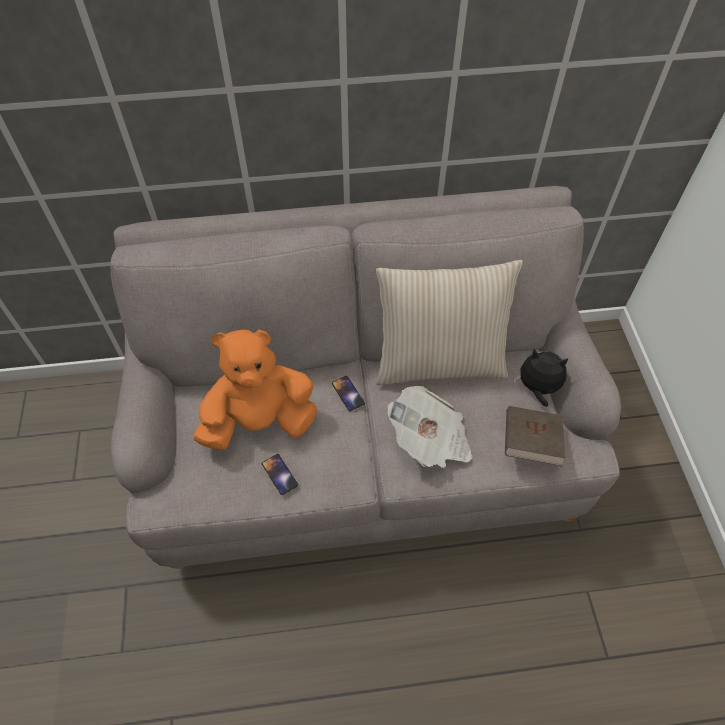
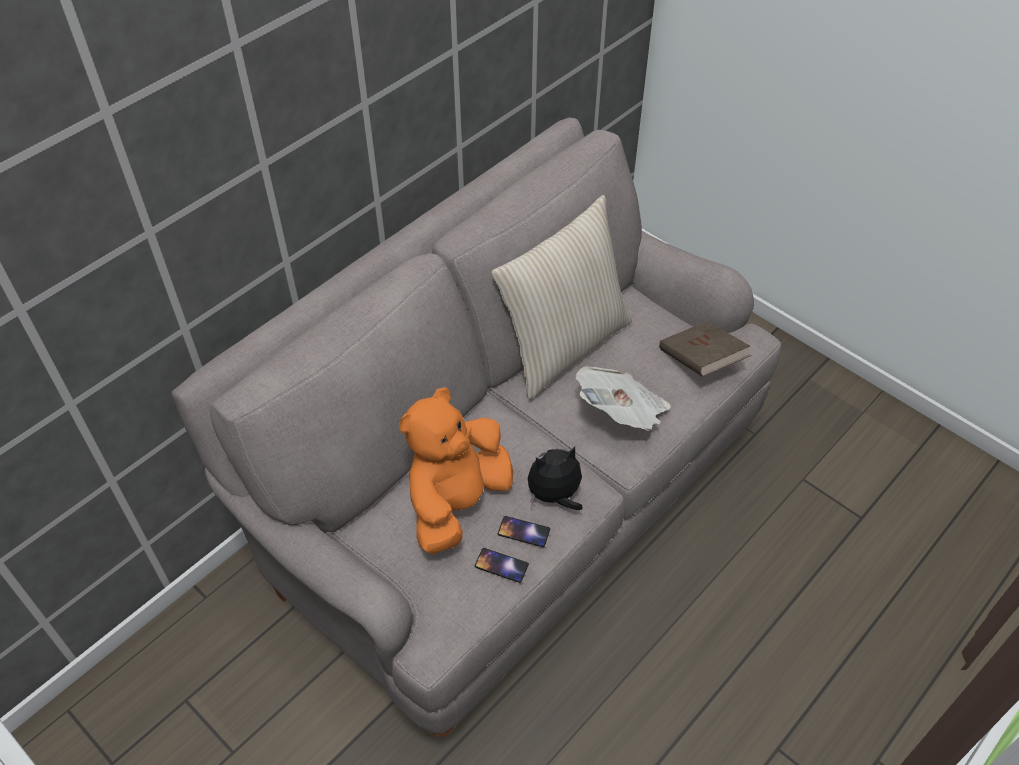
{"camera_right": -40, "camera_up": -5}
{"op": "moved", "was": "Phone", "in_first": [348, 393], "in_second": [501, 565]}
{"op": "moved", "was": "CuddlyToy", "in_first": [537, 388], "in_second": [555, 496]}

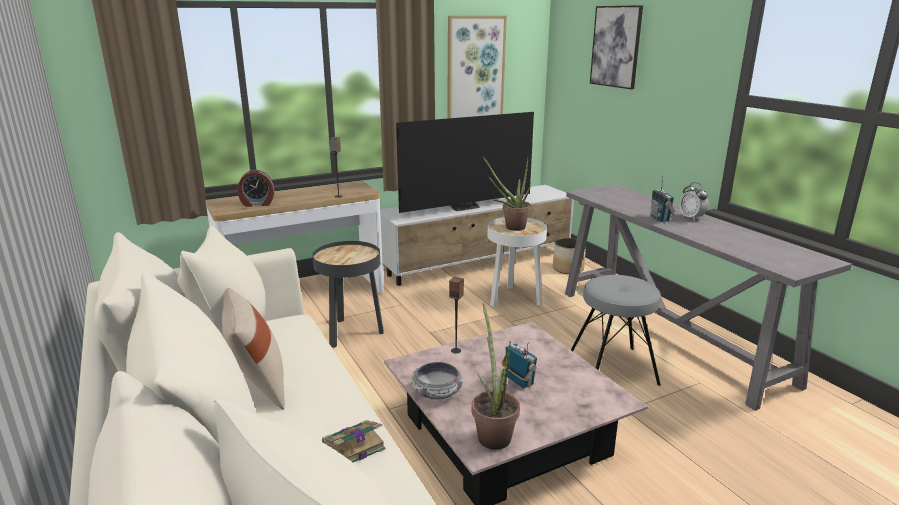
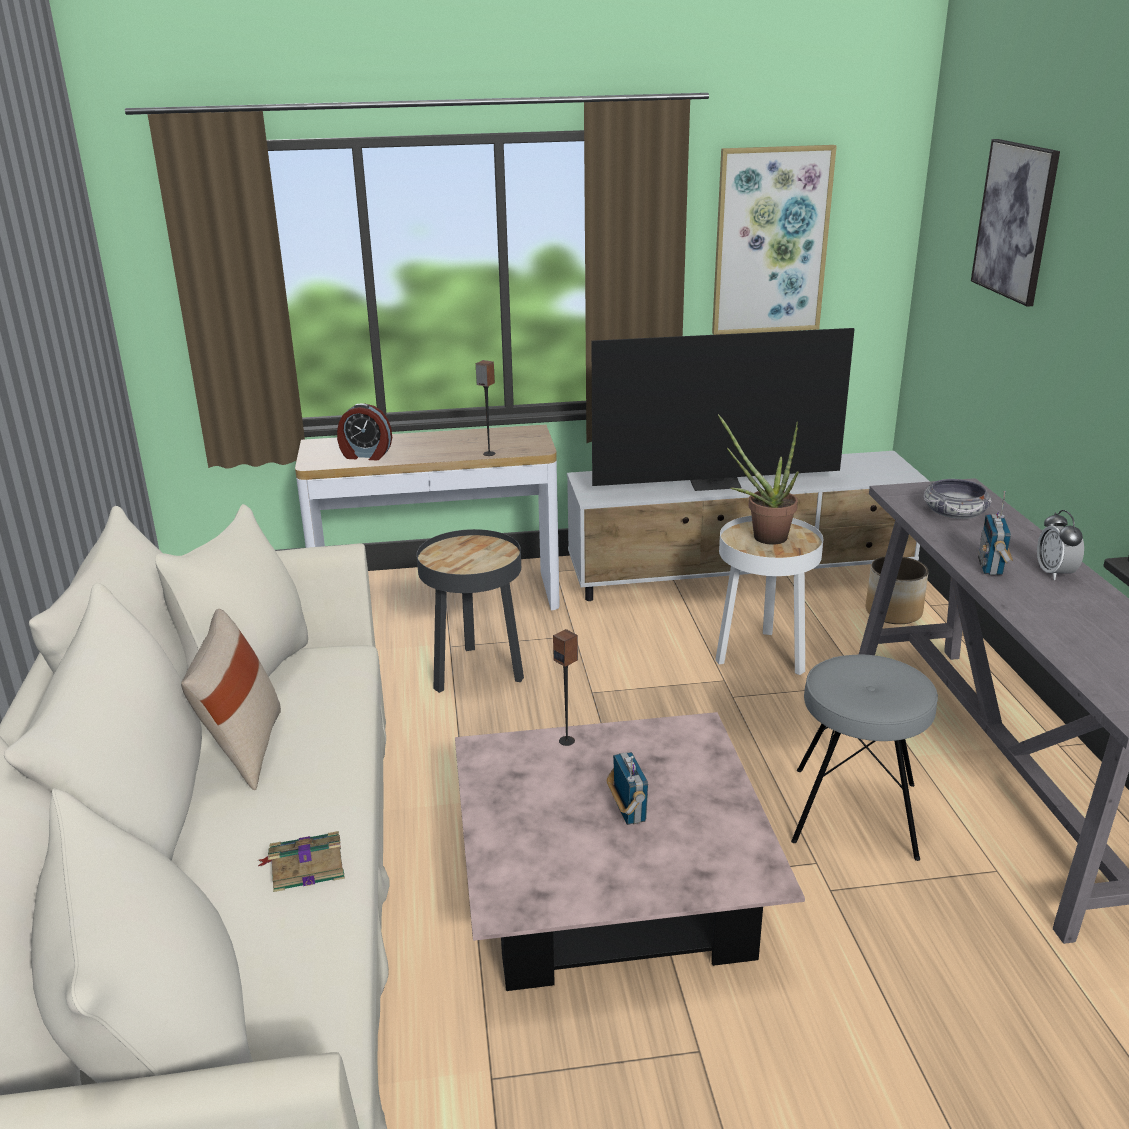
{"camera_right": 20, "camera_up": 5}
{"op": "moved", "was": "ServingBowl", "in_first": [437, 391], "in_second": [954, 513]}
{"op": "removed", "was": "Houseplant", "in_first": [492, 433]}

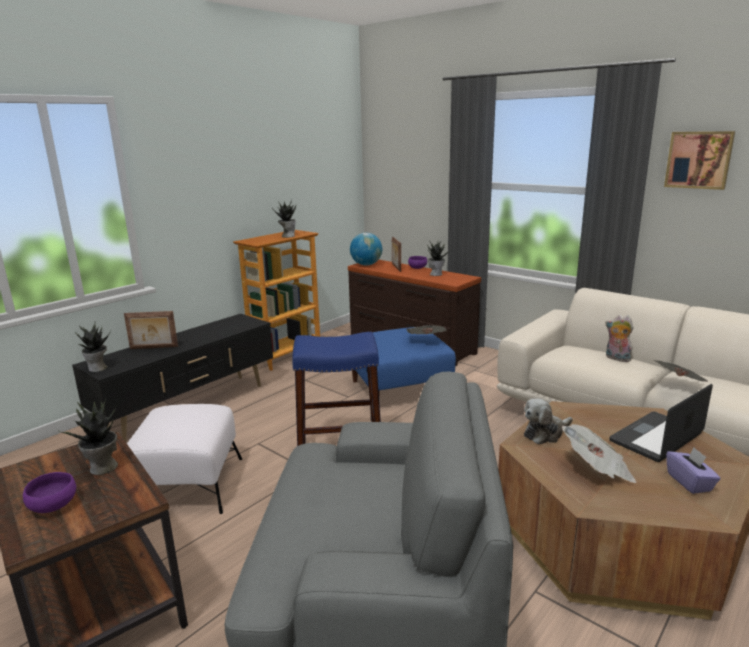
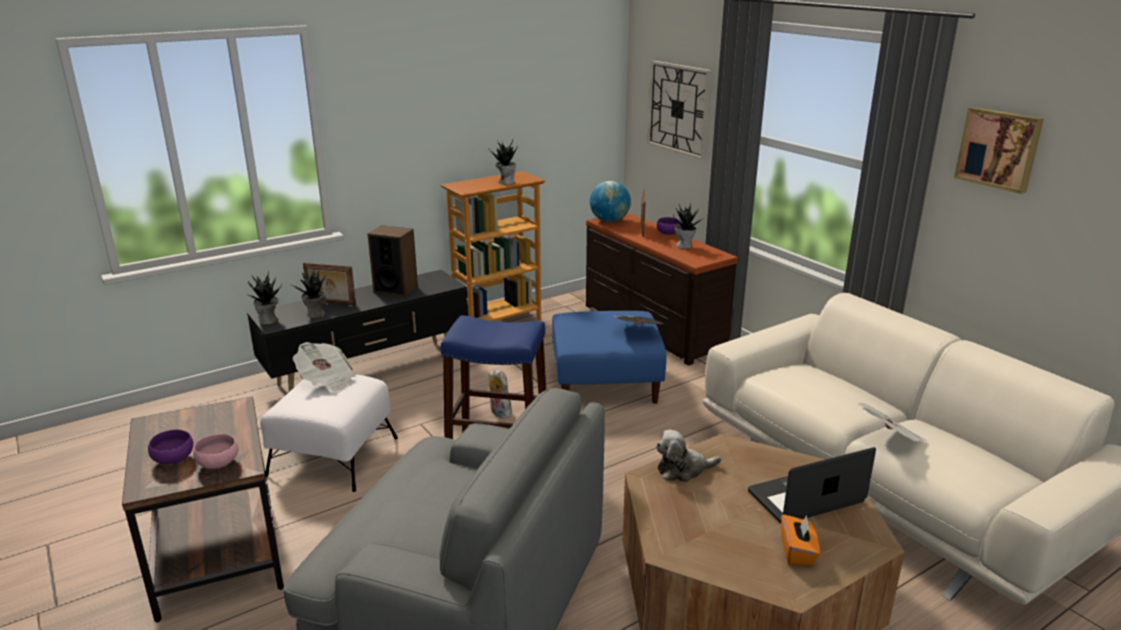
{"camera_right": 15, "camera_up": 5}
{"op": "added", "now": "PinkServingBowl", "in_second": [219, 463]}
{"op": "moved", "was": "Houseplant", "in_first": [103, 468], "in_second": [315, 314]}
{"op": "moved", "was": "Newspaper", "in_first": [597, 469], "in_second": [326, 381]}
{"op": "added", "now": "Loudspeaker", "in_second": [395, 289]}
{"op": "moved", "was": "CuddlyToy", "in_first": [616, 359], "in_second": [498, 413]}
{"op": "added", "now": "WallClock", "in_second": [678, 109]}
{"op": "recoloured", "was": "PurplishTissueBox", "now": "OrangeColouredTissueBox", "in_first": [689, 482], "in_second": [797, 552]}

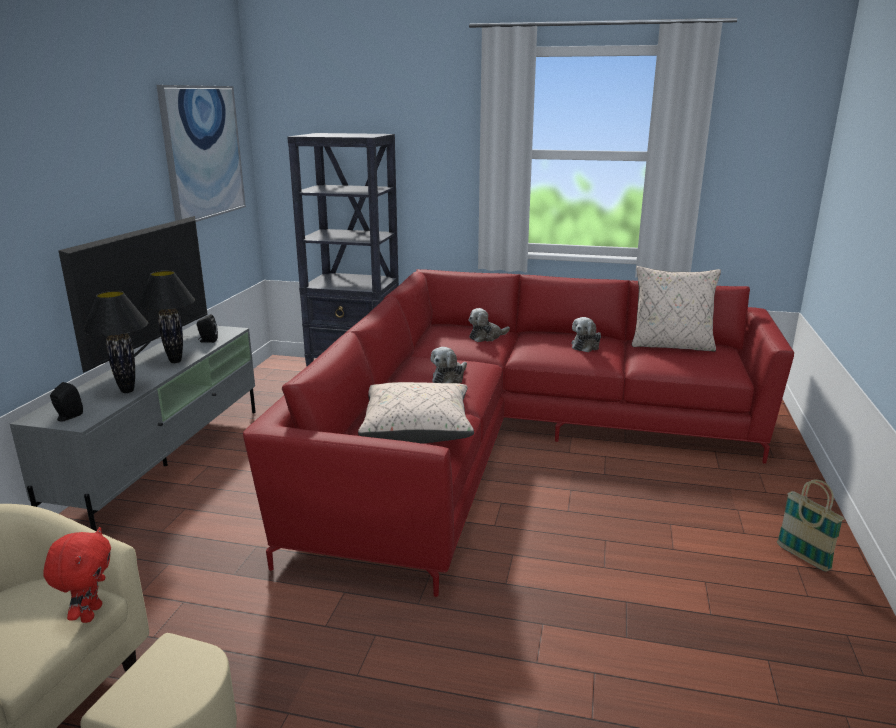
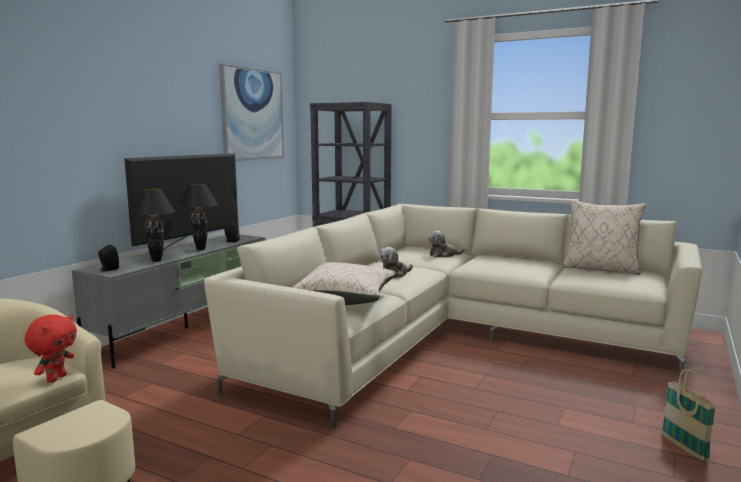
{"camera_right": 15, "camera_up": -10}
{"op": "recoloured", "was": "RedColouredSofa", "now": "SandColouredSofa", "in_first": [508, 441], "in_second": [450, 338]}
{"op": "removed", "was": "CuddlyToy", "in_first": [586, 346]}

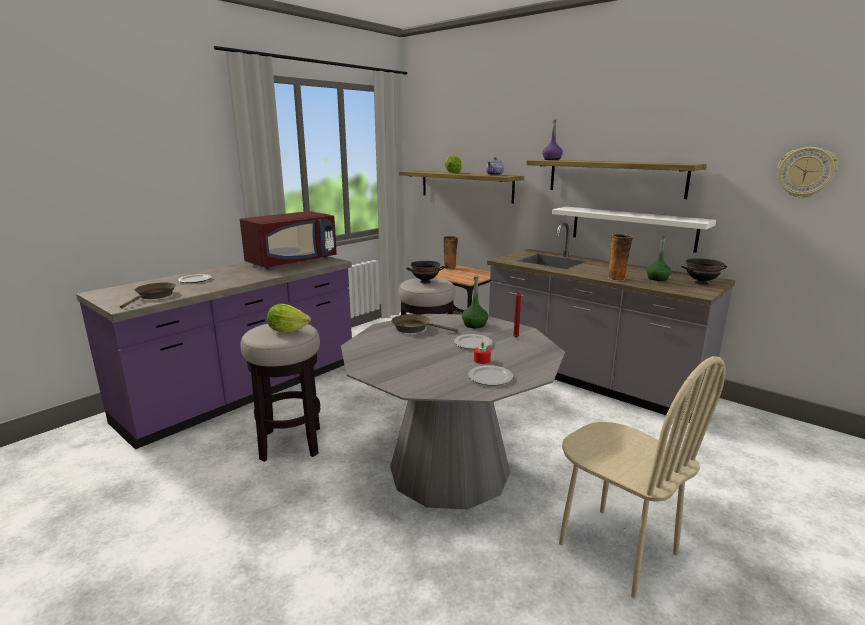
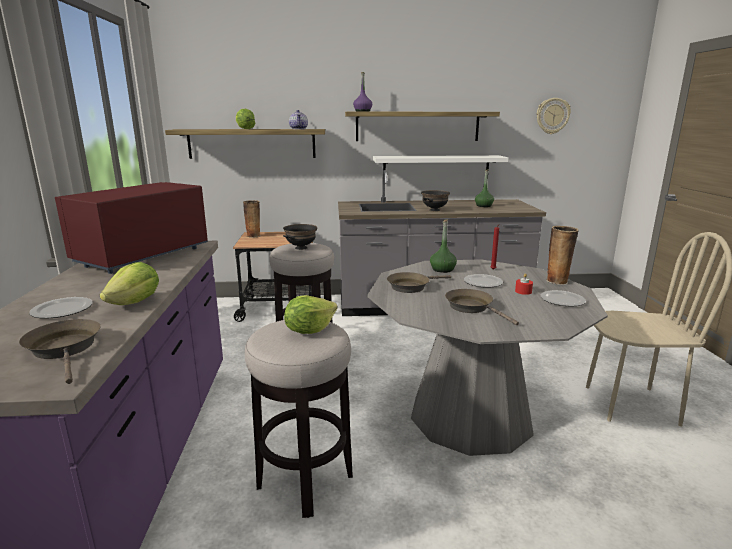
{"camera_right": -45, "camera_up": 0}
{"op": "turned", "was": "RedColouredMicrowave", "in_first": [292, 262], "in_second": [142, 256], "clockwise": -150}
{"op": "added", "now": "HeadOfLettuce", "in_second": [135, 302]}
{"op": "moved", "was": "BlackColouredServingBowl", "in_first": [701, 283], "in_second": [434, 210]}
{"op": "added", "now": "BrownishPan", "in_second": [472, 307]}
{"op": "moved", "was": "DecorativeVase", "in_first": [617, 278], "in_second": [558, 281]}

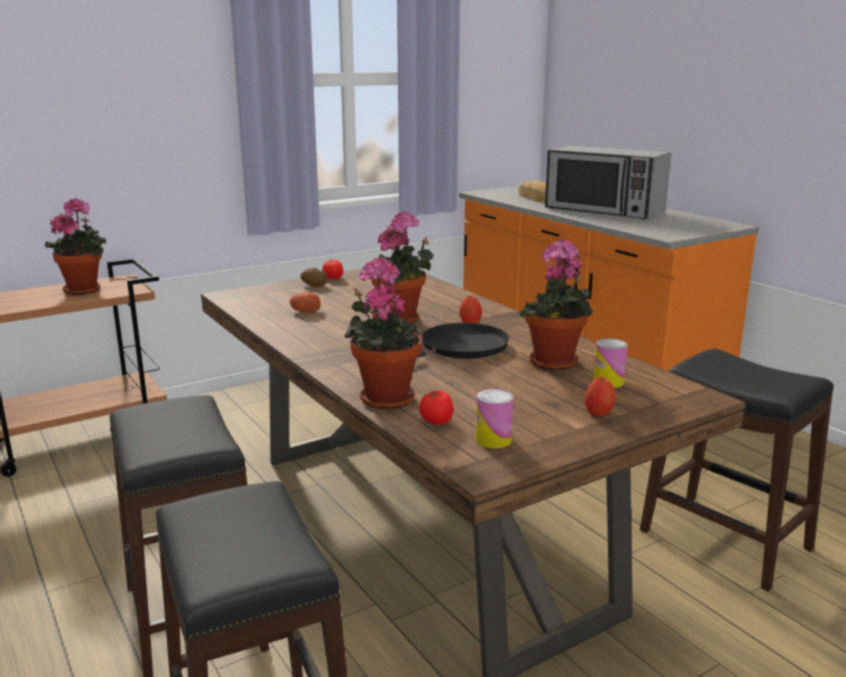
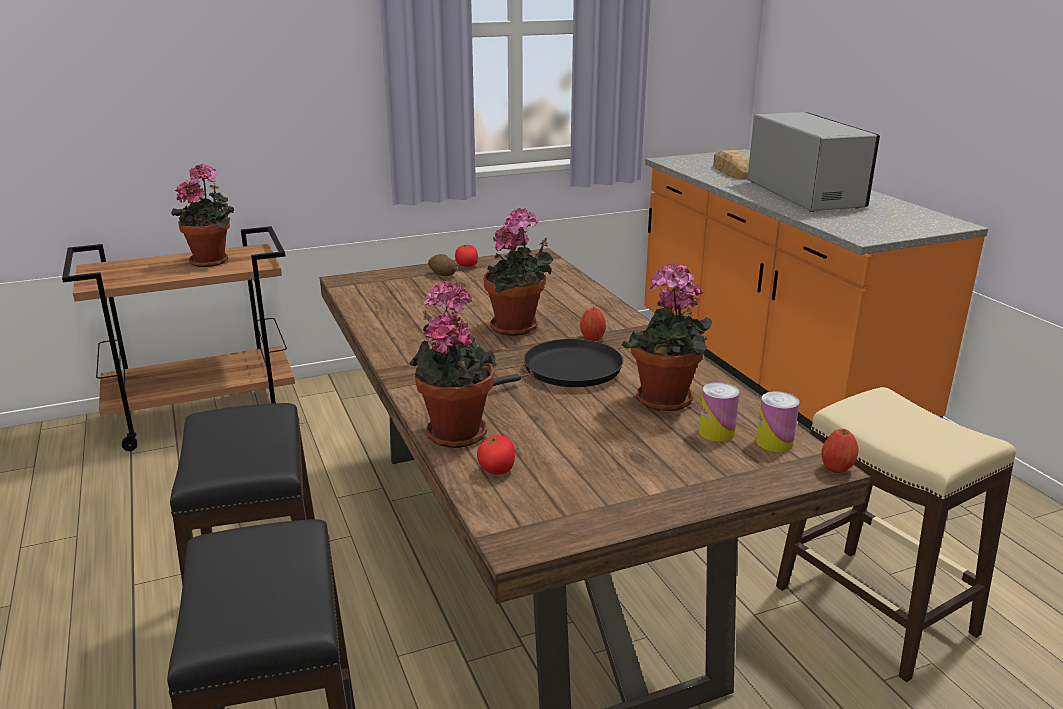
{"camera_right": 10, "camera_up": 5}
{"op": "turned", "was": "Microwave", "in_first": [604, 210], "in_second": [804, 194], "clockwise": -150}
{"op": "moved", "was": "MetalCan", "in_first": [493, 440], "in_second": [774, 442]}
{"op": "recoloured", "was": "BlackColouredStool", "now": "SandColouredStool", "in_first": [724, 539], "in_second": [874, 609]}
{"op": "moved", "was": "WholeApple", "in_first": [598, 413], "in_second": [837, 469]}
{"op": "removed", "was": "Spud", "in_first": [304, 311]}

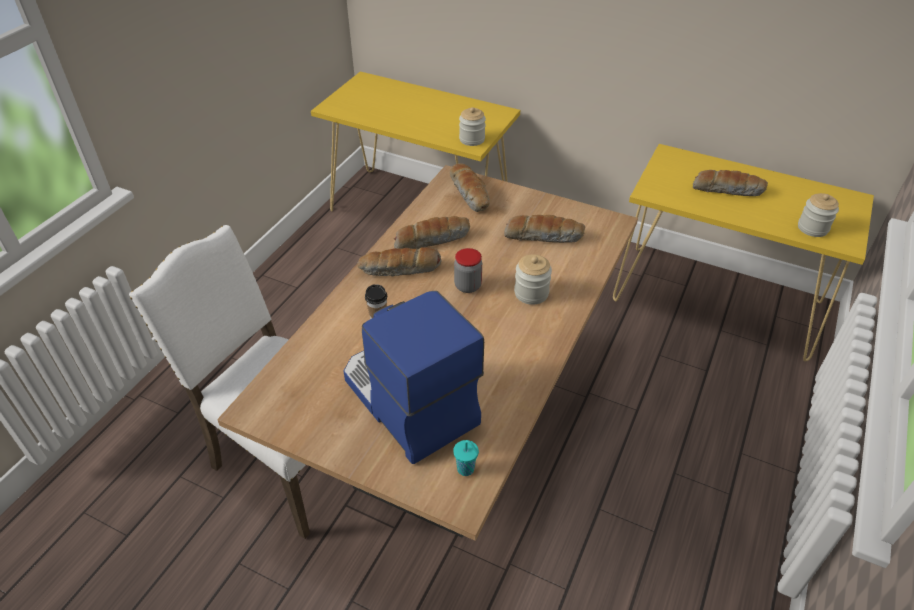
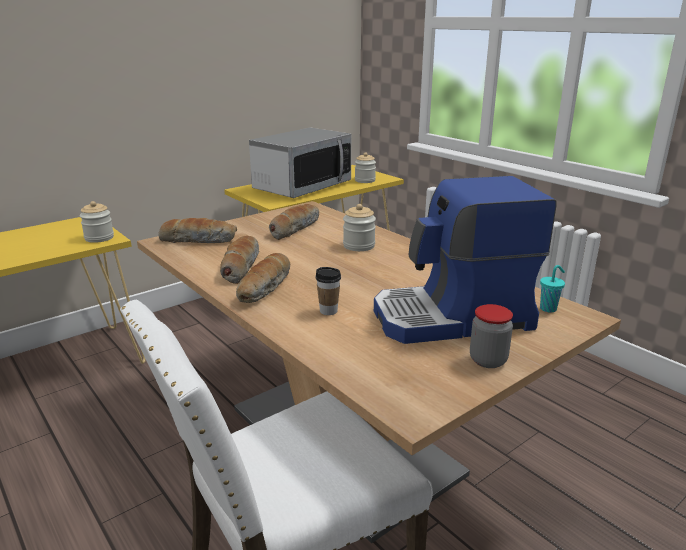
{"camera_right": -65, "camera_up": -20}
{"op": "replaced", "was": "BakeryBread", "now": "Microwave", "in_first": [727, 189], "in_second": [302, 187]}
{"op": "moved", "was": "PreserveJar", "in_first": [468, 286], "in_second": [488, 360]}

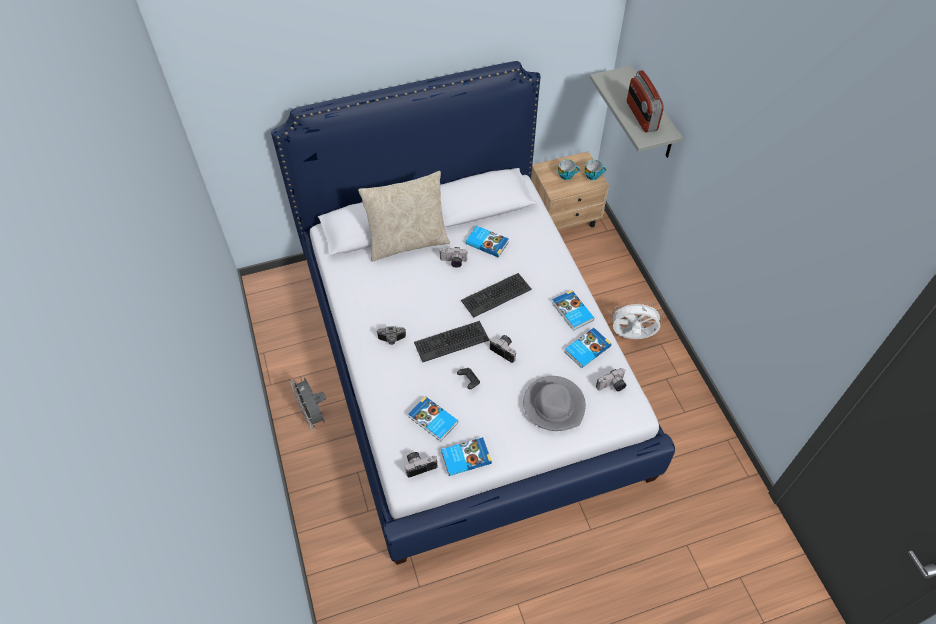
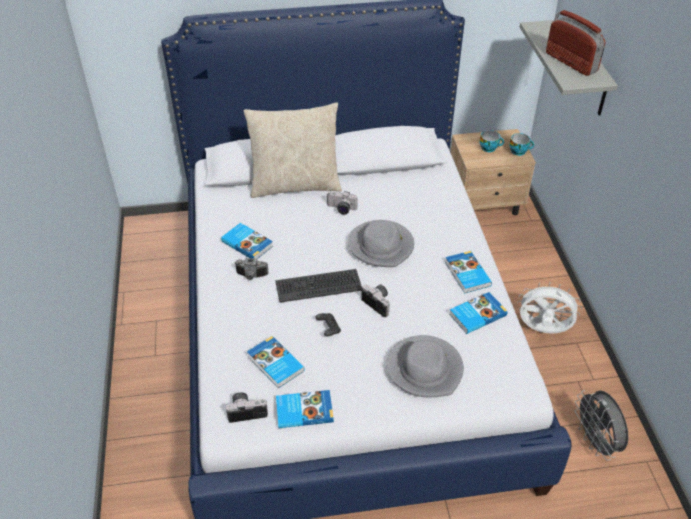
{"camera_right": 10, "camera_up": -10}
{"op": "moved", "was": "Volume", "in_first": [487, 242], "in_second": [247, 243]}
{"op": "replaced", "was": "Keyboard", "now": "GreyishHat", "in_first": [496, 295], "in_second": [381, 246]}
{"op": "turned", "was": "RadioReceiver", "in_first": [641, 116], "in_second": [571, 62], "clockwise": 150}
{"op": "moved", "was": "GreyishElectricFan", "in_first": [314, 415], "in_second": [595, 442]}
{"op": "removed", "was": "StillCamera", "in_first": [612, 386]}

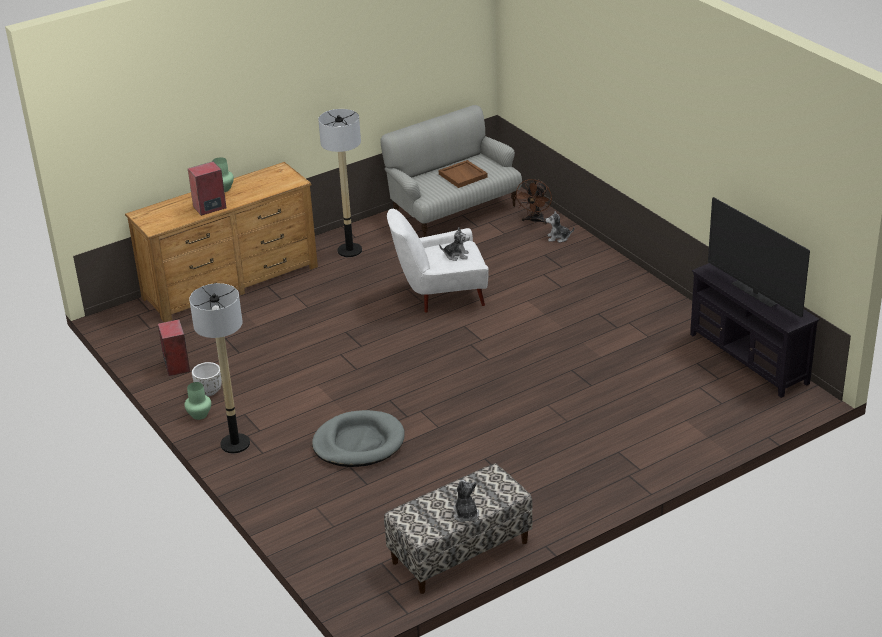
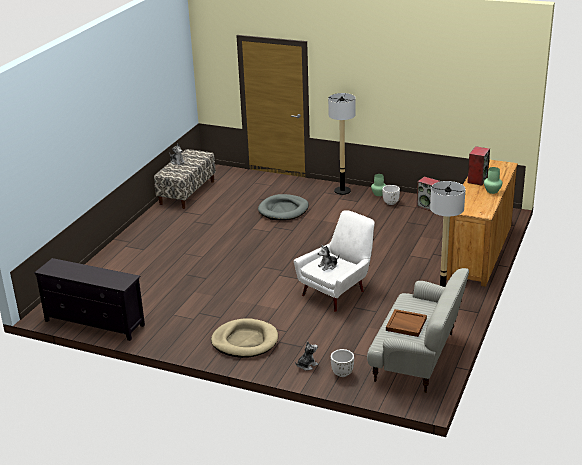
{"camera_right": 145, "camera_up": -5}
{"op": "added", "now": "SandColouredDogBed", "in_second": [245, 341]}
{"op": "replaced", "was": "BrownishElectricFan", "now": "WhitishPlantPot", "in_first": [534, 221], "in_second": [342, 373]}
{"op": "removed", "was": "Tv", "in_first": [754, 293]}

